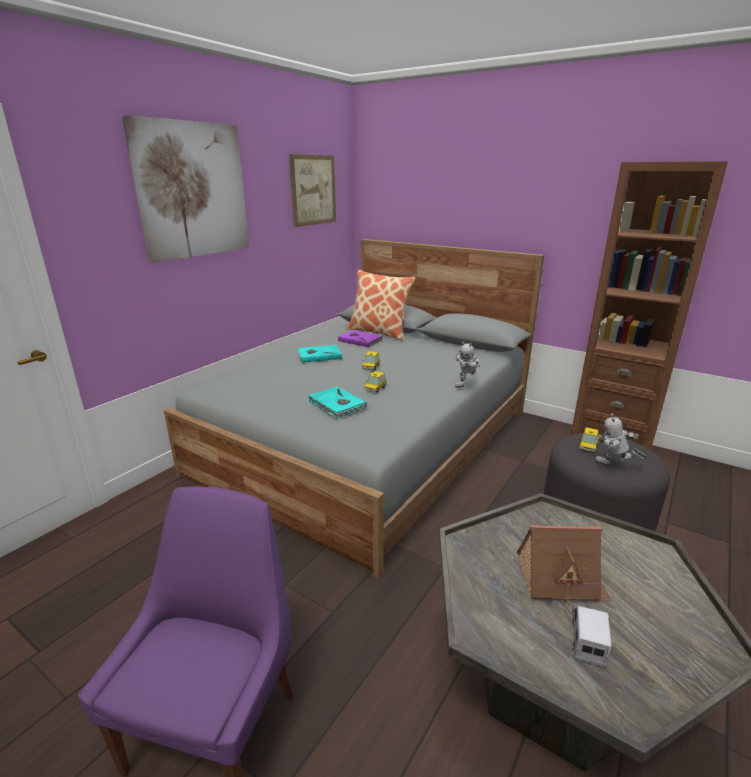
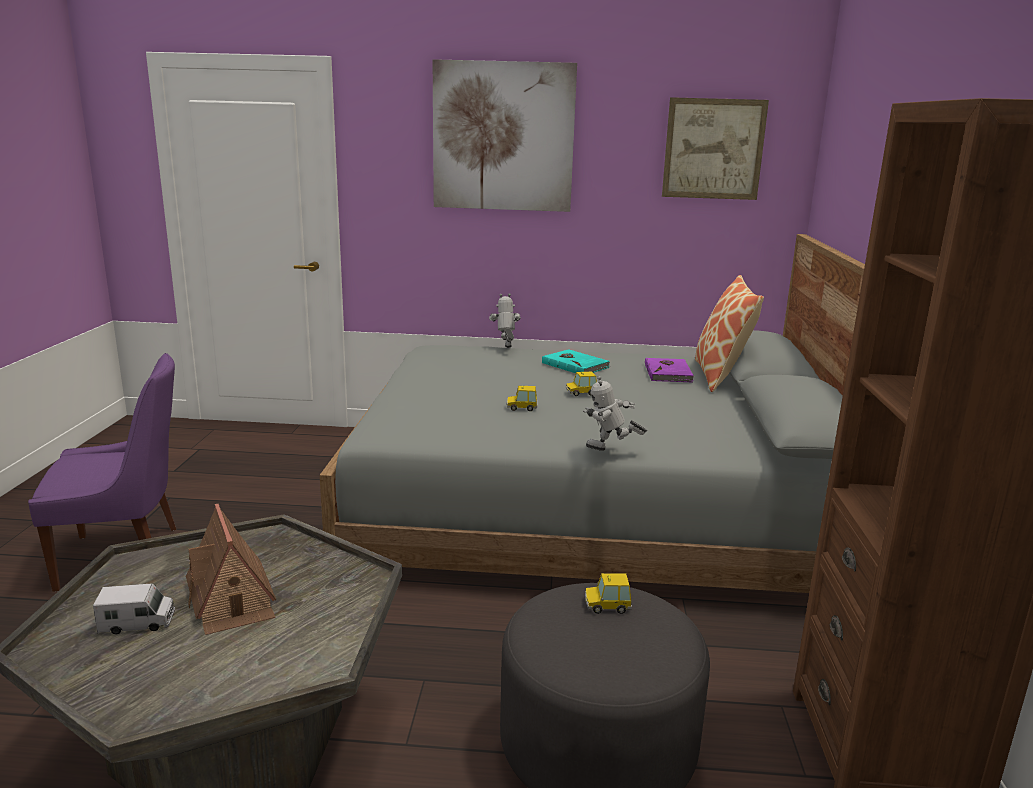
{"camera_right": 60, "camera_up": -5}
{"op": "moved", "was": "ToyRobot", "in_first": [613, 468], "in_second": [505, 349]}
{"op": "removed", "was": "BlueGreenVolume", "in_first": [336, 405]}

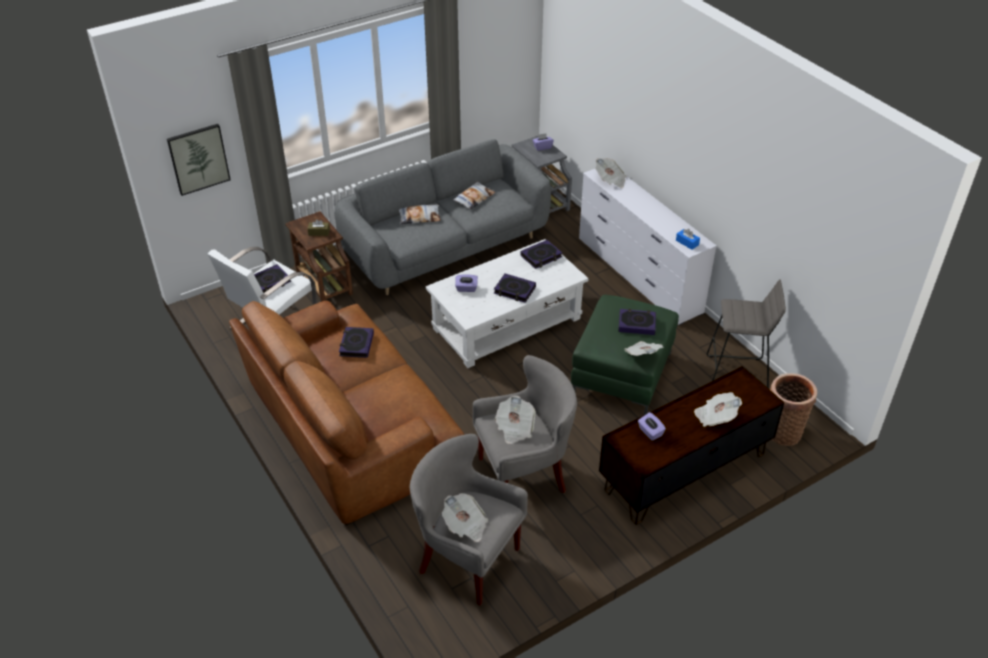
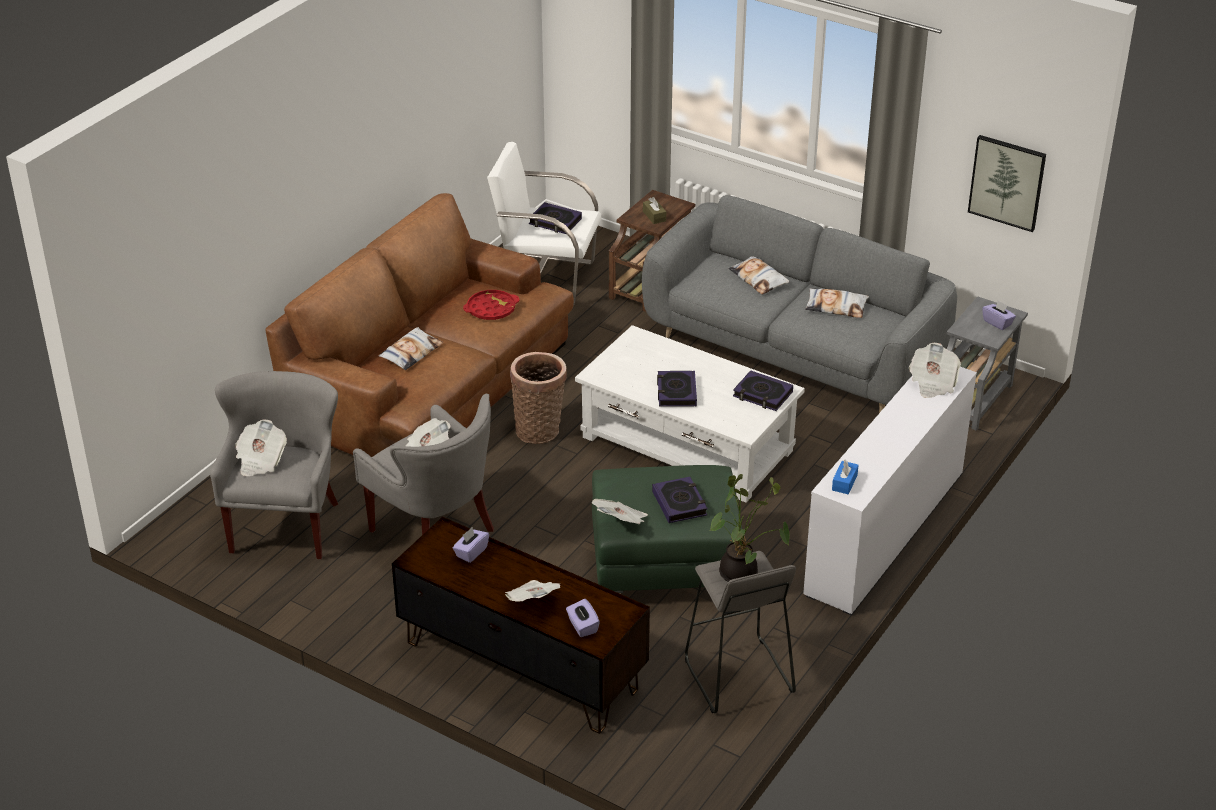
{"camera_right": 65, "camera_up": -5}
{"op": "added", "now": "ThrowPillow", "in_second": [411, 353]}
{"op": "replaced", "was": "Volume", "now": "RedColouredTray", "in_first": [356, 344], "in_second": [491, 309]}
{"op": "moved", "was": "StorageBasket", "in_first": [782, 431], "in_second": [539, 429]}
{"op": "moved", "was": "PurplishTissueBox", "in_first": [466, 288], "in_second": [582, 626]}
{"op": "added", "now": "Houseplant", "in_second": [742, 574]}
{"op": "moved", "was": "Picture", "in_first": [198, 159], "in_second": [1007, 182]}

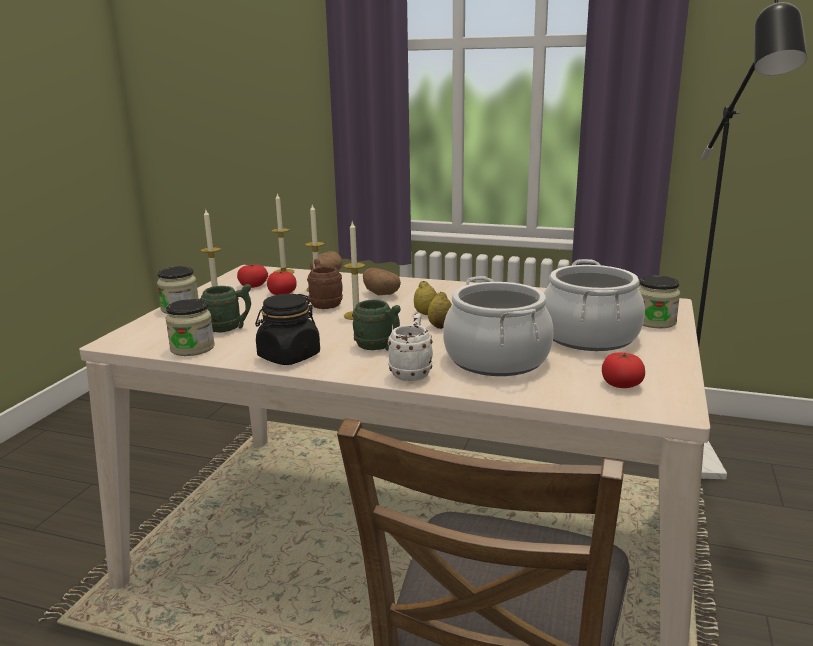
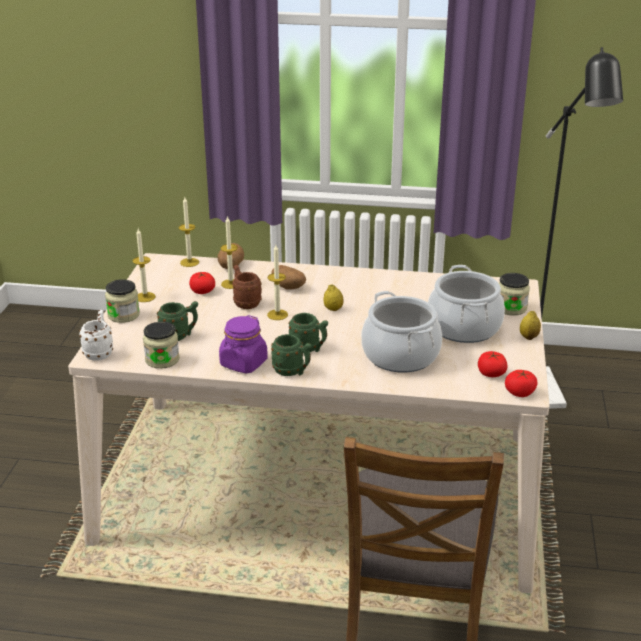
{"camera_right": -10, "camera_up": 10}
{"op": "moved", "was": "WhitishTeaMug", "in_first": [412, 372], "in_second": [100, 352]}
{"op": "recoloured", "was": "BlackColouredPreserveJar", "now": "PurplishPreserveJar", "in_first": [289, 356], "in_second": [243, 363]}
{"op": "added", "now": "GreenishTeaMug", "in_second": [292, 372]}
{"op": "moved", "was": "Tomato", "in_first": [253, 285], "in_second": [520, 392]}
{"op": "moved", "was": "WholeLemon", "in_first": [440, 326], "in_second": [528, 337]}

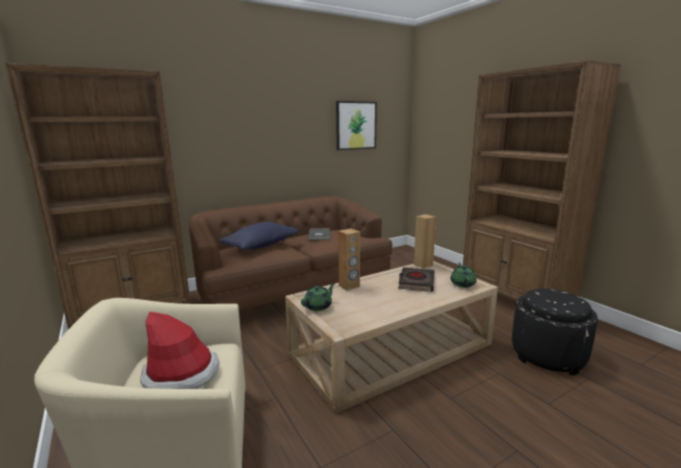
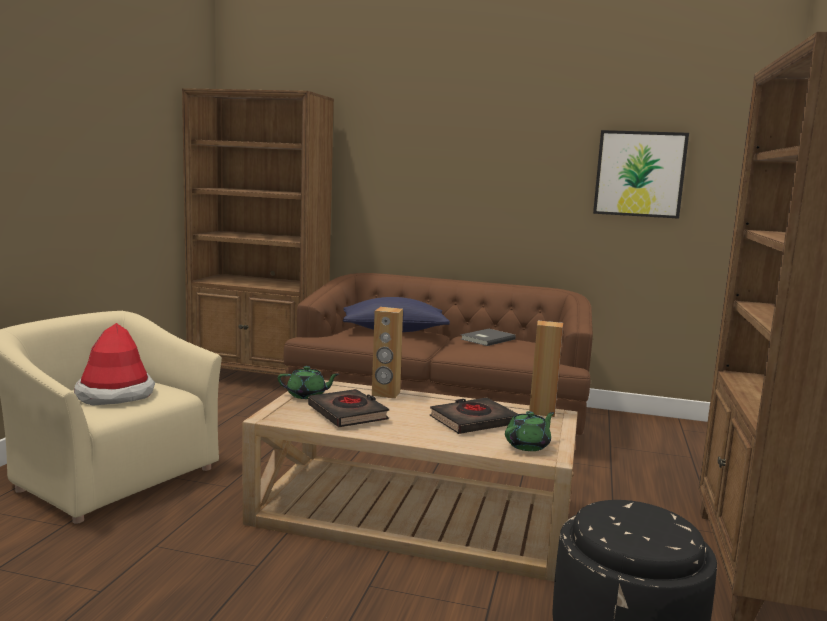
{"camera_right": 45, "camera_up": -5}
{"op": "added", "now": "BlackColouredVolume", "in_second": [348, 413]}

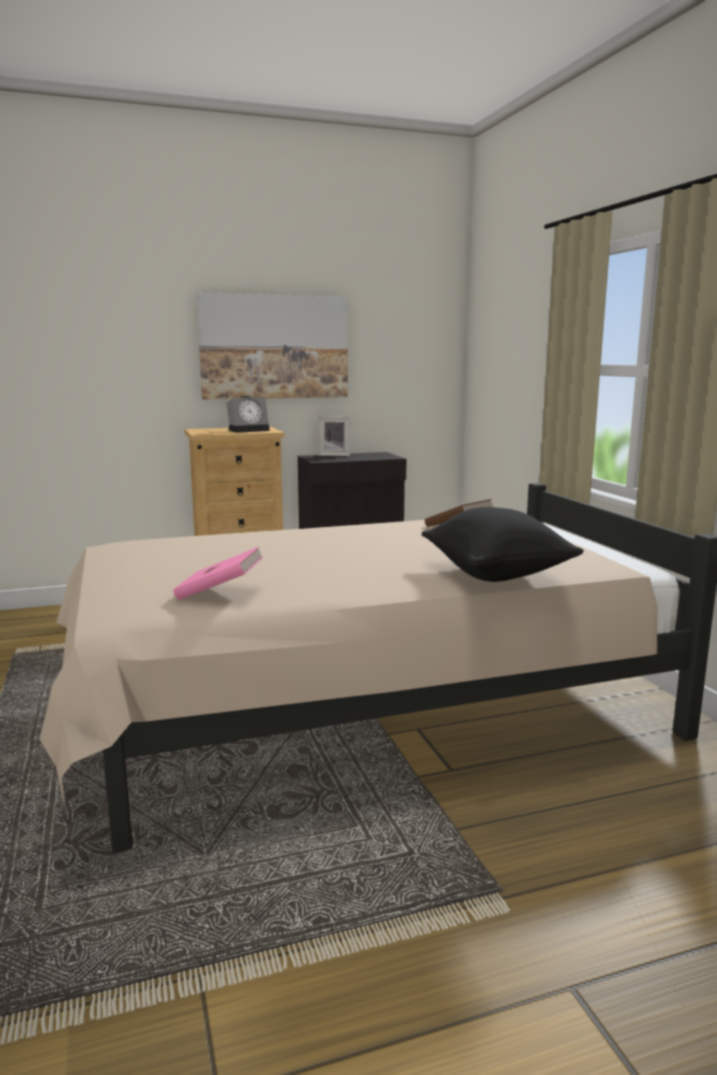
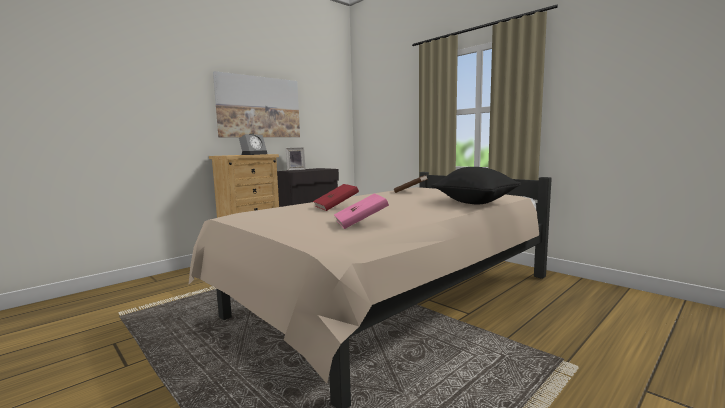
{"camera_right": -25, "camera_up": -5}
{"op": "added", "now": "RedColouredVolume", "in_second": [336, 207]}

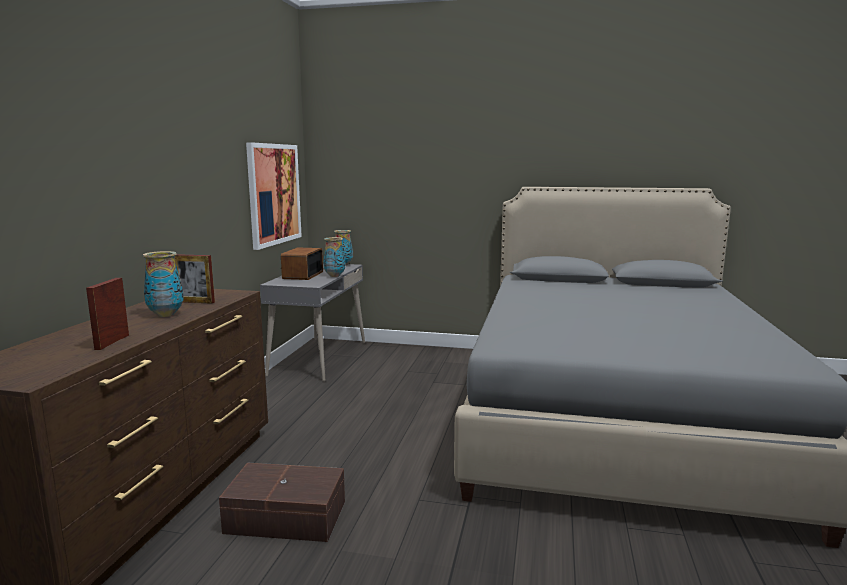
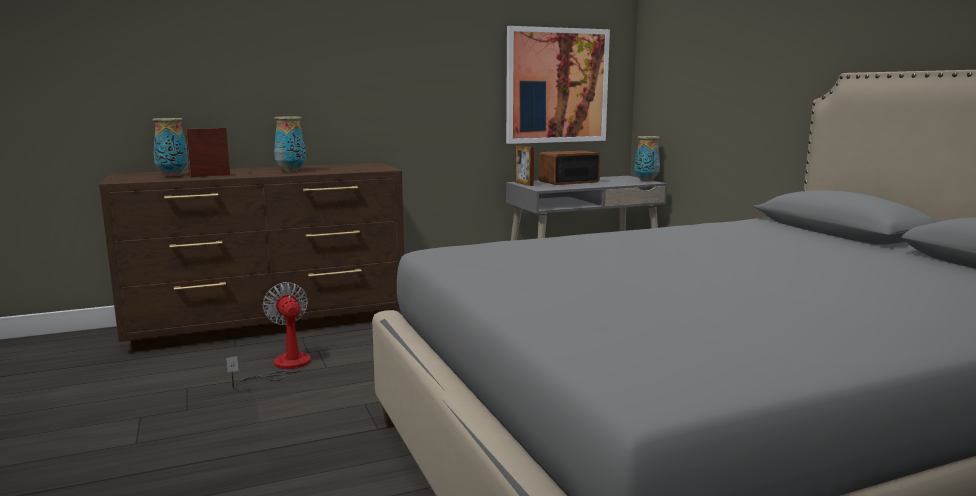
{"camera_right": 55, "camera_up": 0}
{"op": "moved", "was": "DecorativeVase", "in_first": [334, 276], "in_second": [172, 175]}
{"op": "replaced", "was": "BrownishStorageBin", "now": "ElectricFan", "in_first": [286, 518], "in_second": [283, 367]}
{"op": "moved", "was": "PhotoFrame", "in_first": [196, 302], "in_second": [524, 184]}

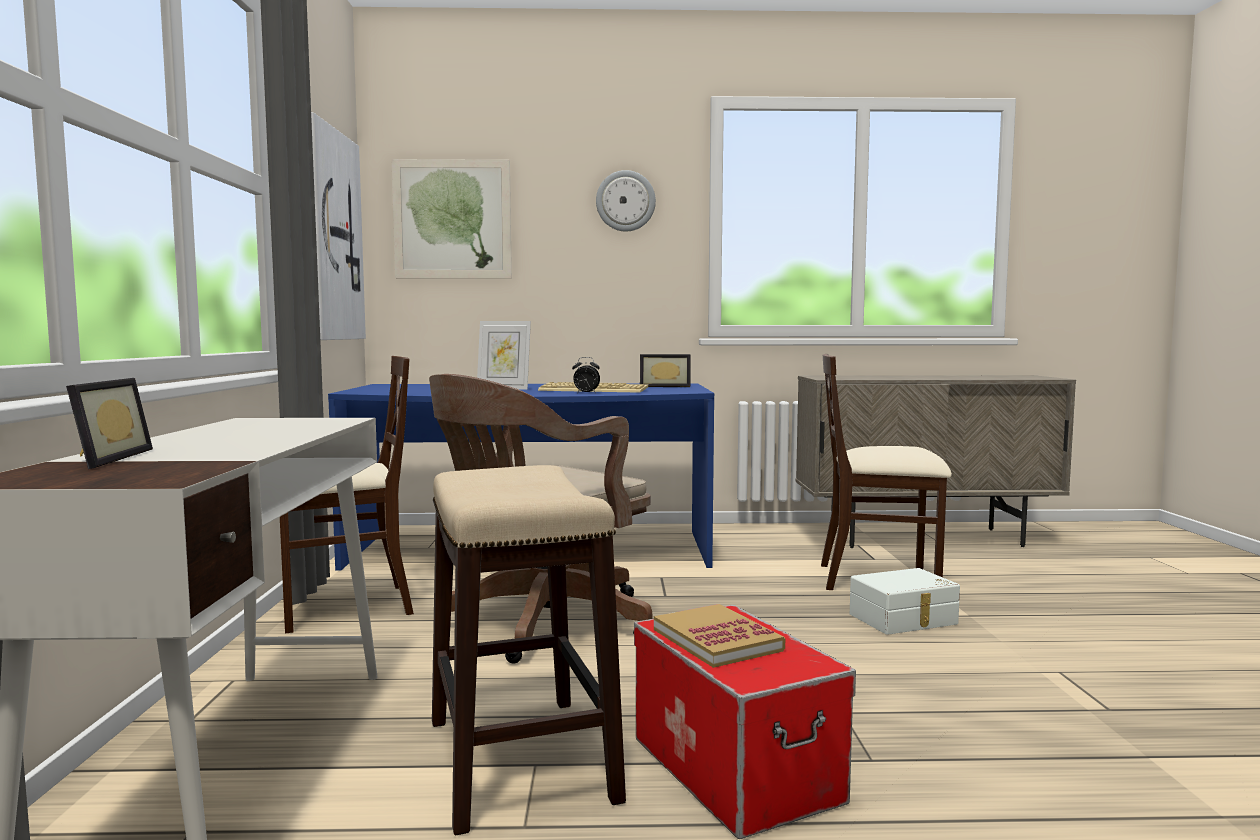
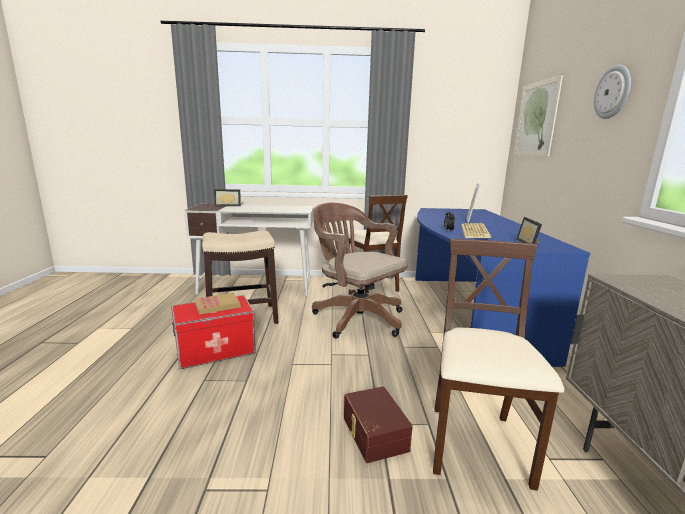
{"camera_right": 90, "camera_up": 10}
{"op": "recoloured", "was": "WhitishStorageBin", "now": "BrownishStorageBin", "in_first": [904, 619], "in_second": [373, 434]}
{"op": "removed", "was": "Picture", "in_first": [331, 236]}

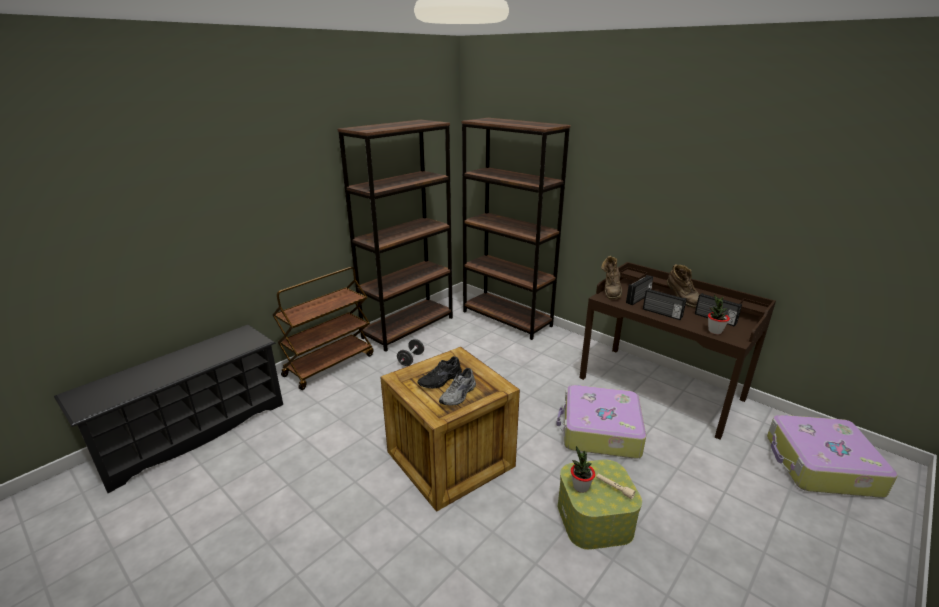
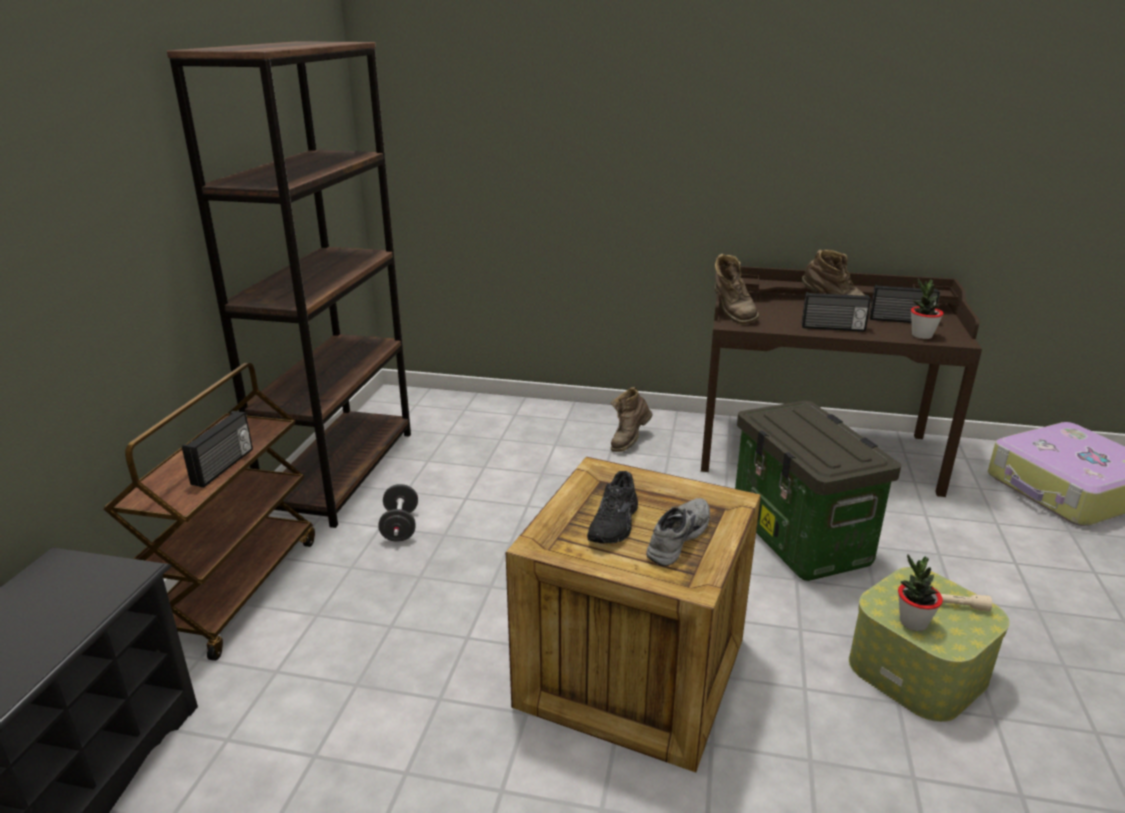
{"camera_right": -30, "camera_up": 0}
{"op": "moved", "was": "RadioReceiver", "in_first": [638, 299], "in_second": [224, 467]}
{"op": "added", "now": "BrownishTallBoot", "in_second": [629, 441]}
{"op": "turned", "was": "GreyishShoe", "in_first": [459, 395], "in_second": [676, 537], "clockwise": -150}
{"op": "replaced", "was": "PieceOfLuggage", "now": "StorageBin", "in_first": [599, 431], "in_second": [801, 539]}
{"op": "removed", "was": "BrownishBookshelf", "in_first": [507, 318]}

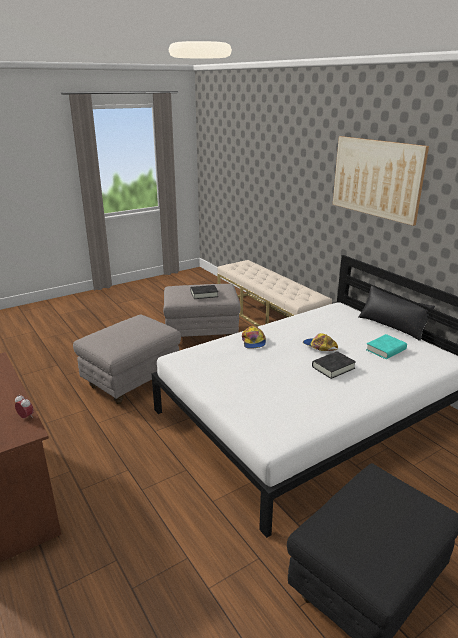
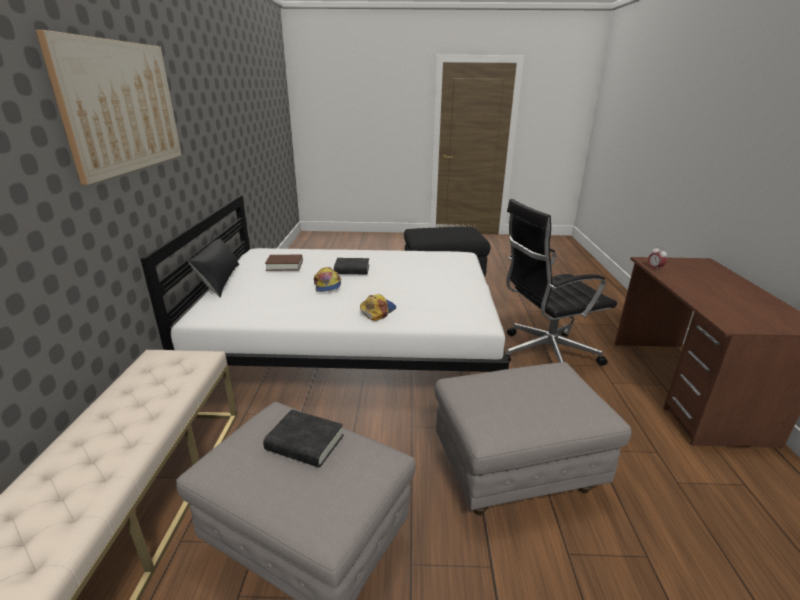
{"camera_right": -145, "camera_up": 0}
{"op": "recoloured", "was": "BlueGreenVolume", "now": "BrownishVolume", "in_first": [386, 350], "in_second": [284, 265]}
{"op": "added", "now": "BlackColouredDeskChair", "in_second": [544, 355]}

